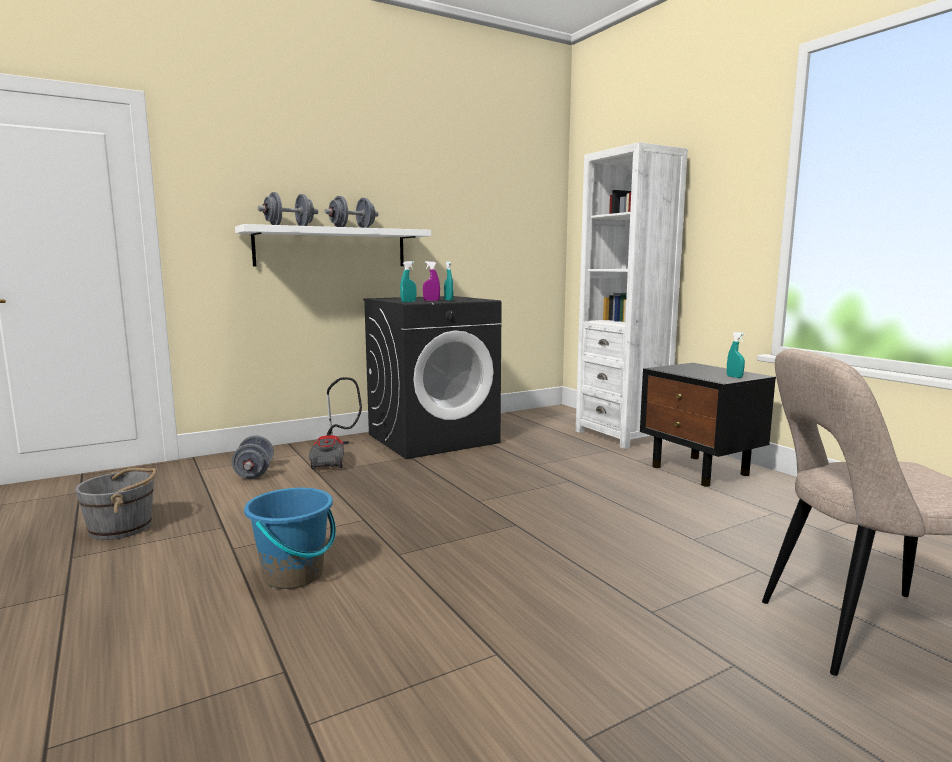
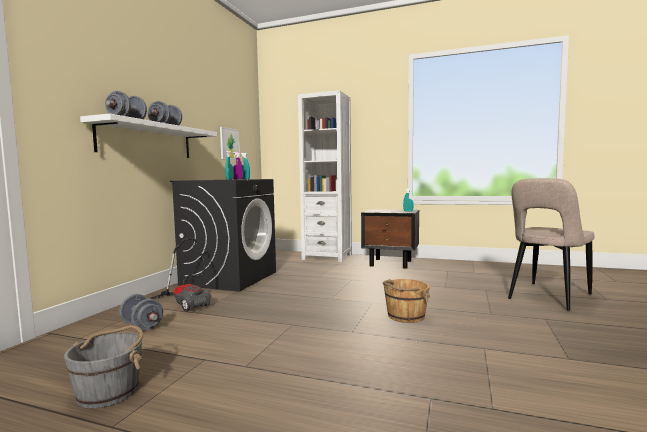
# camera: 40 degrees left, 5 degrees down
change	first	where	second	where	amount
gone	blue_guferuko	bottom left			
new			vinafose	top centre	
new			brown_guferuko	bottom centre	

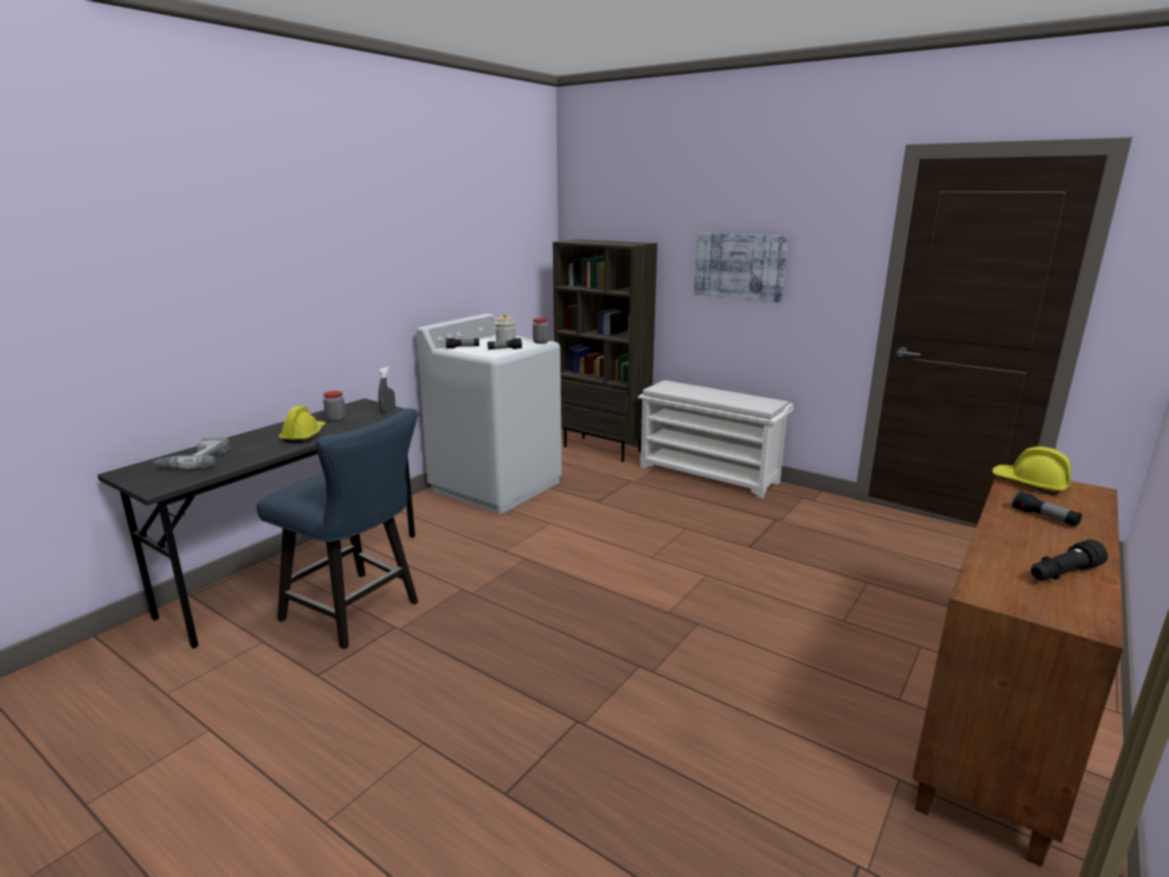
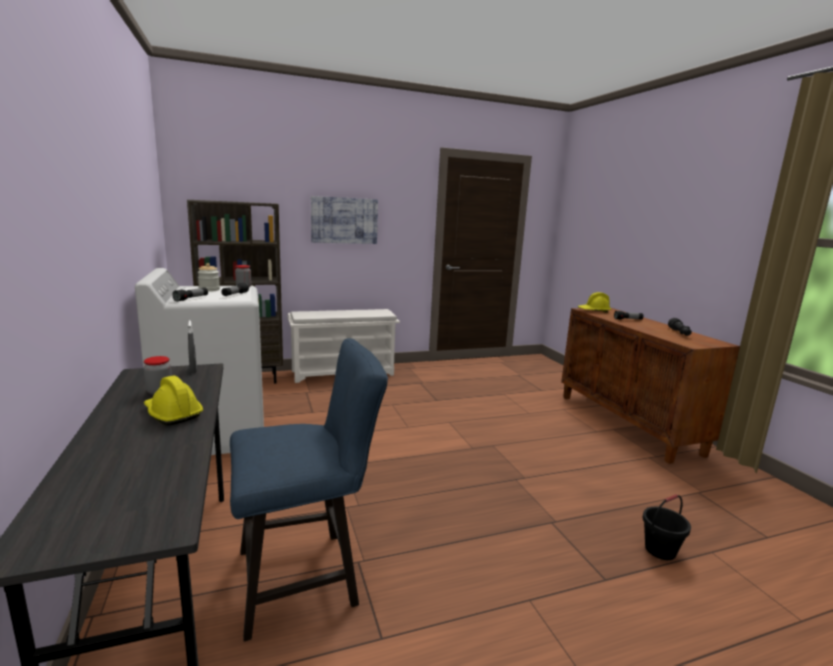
# camera: 55 degrees left, 5 degrees down
change	first	where	second	where	amount
gone	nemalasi	middle left			
new			black_guferuko	bottom right	

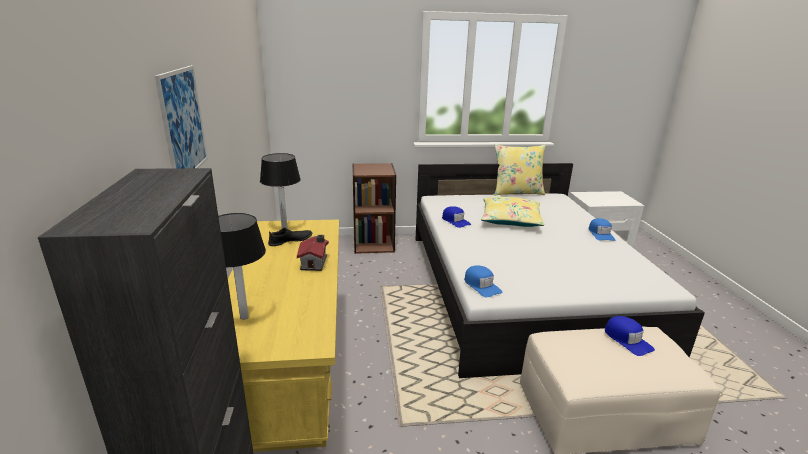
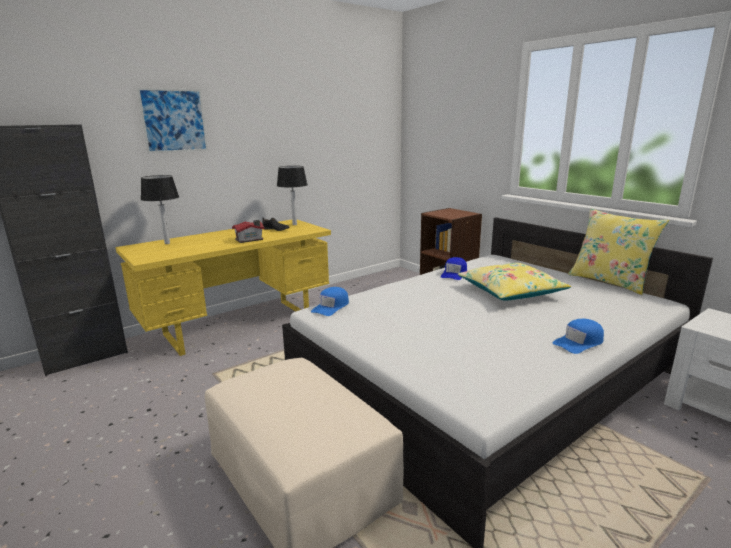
# camera: 60 degrees right, 5 degrees down
change	first	where	second	where	amount
gone	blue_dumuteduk (no. 4 from left)	bottom right			

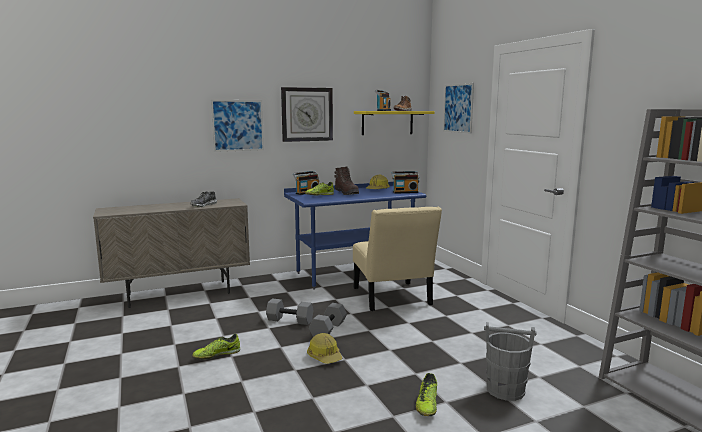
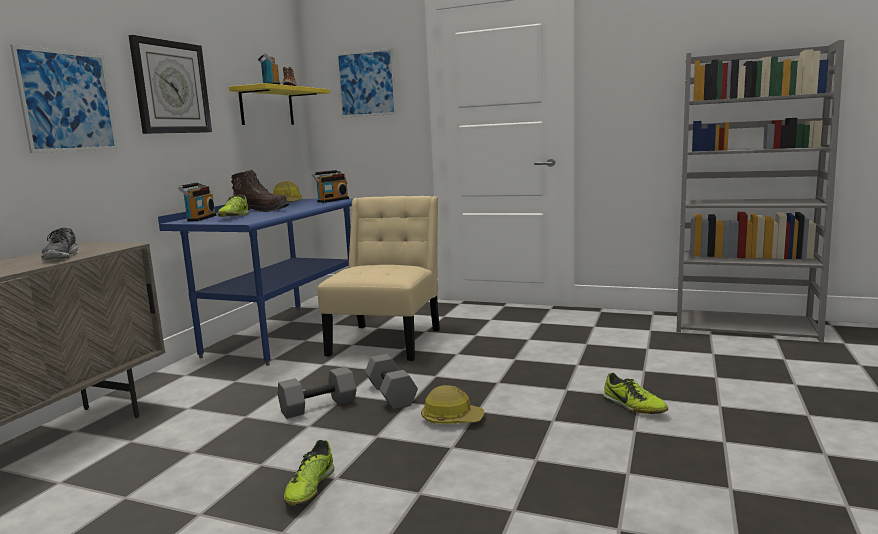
# camera: 45 degrees left, 0 degrees up
change	first	where	second	where	amount
rotated	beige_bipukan	centre		centre	105 degrees counterclockwise
gone	grey_guferuko	bottom right			

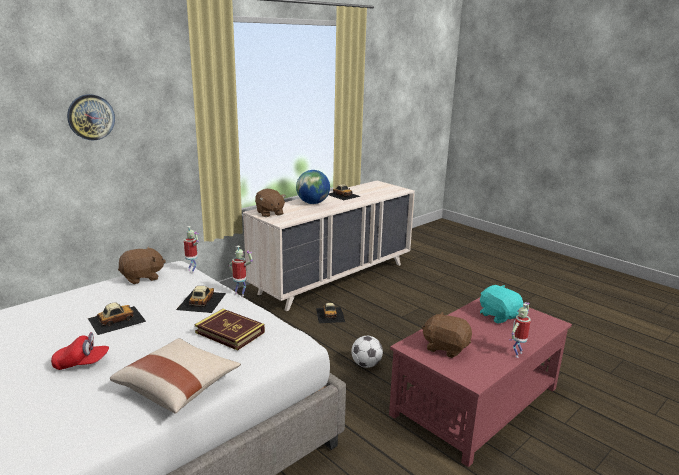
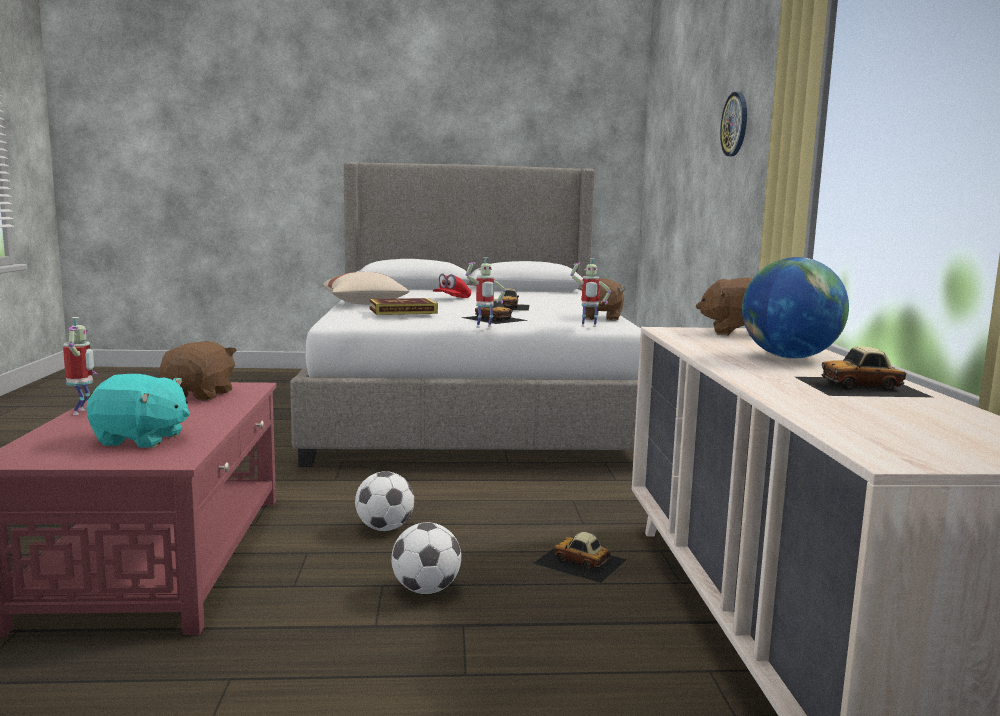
# camera: 130 degrees right, 10 degrees down
change	first	where	second	where	amount
rotated	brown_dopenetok (no. 3 from left in the first image)	bottom centre	brown_dopenetok (no. 1 from left)	middle left	60 degrees counterclockwise
new			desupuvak (no. 2 from left)	bottom centre	

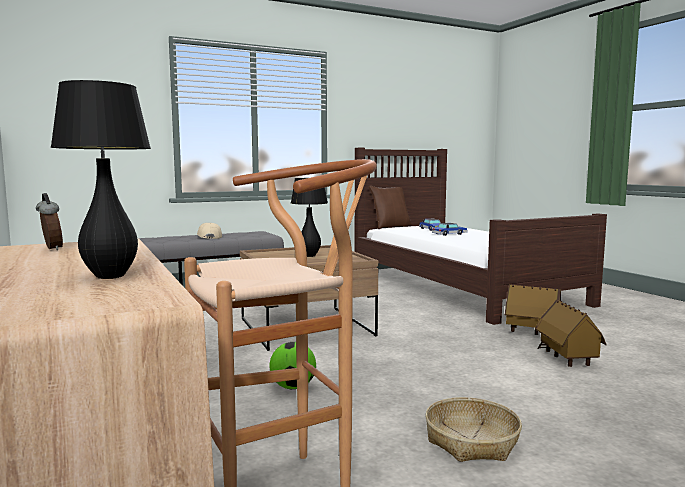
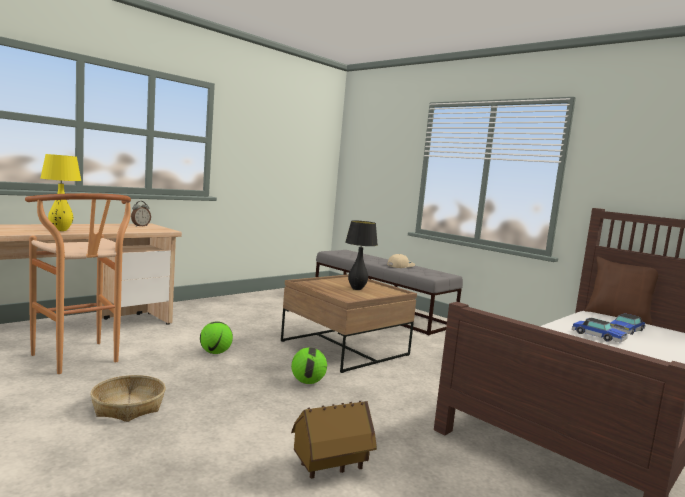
# camera: 70 degrees right, 0 degrees up
change	first	where	second	where	amount
repainted	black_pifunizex (no. 1 from left)	middle left	yellow_pifunizex	middle left	
gone	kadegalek (no. 1 from left)	middle right			
new			desupuvak (no. 2 from left)	bottom centre	

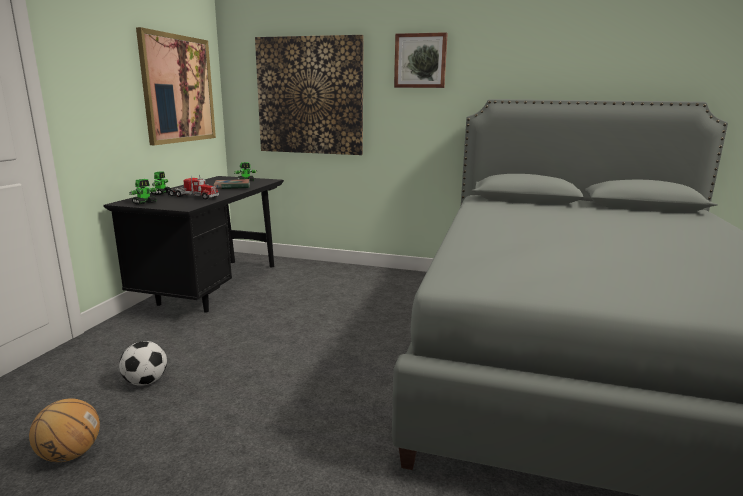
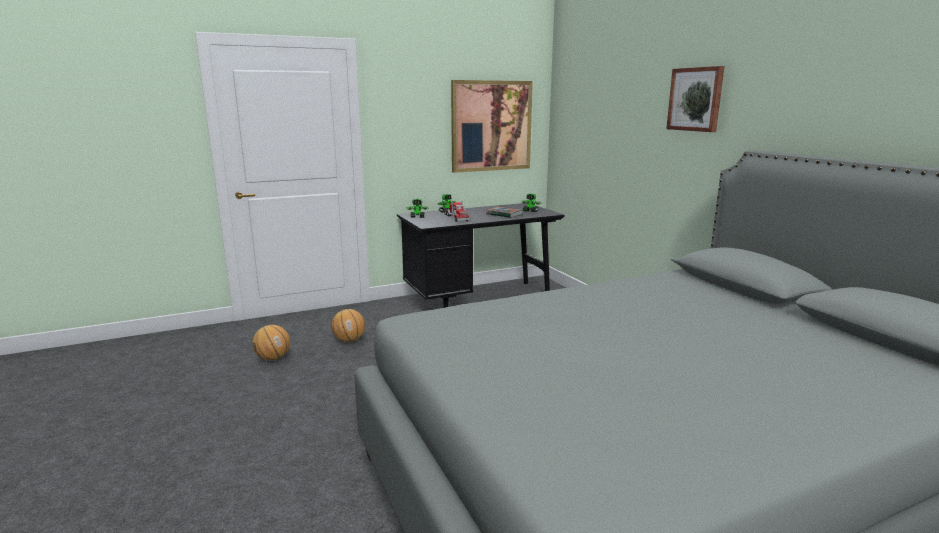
# camera: 50 degrees right, 0 degrees up
change	first	where	second	where	amount
gone	vinafose (no. 2 from left)	top centre			
swapped	desupuvak	bottom left	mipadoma (no. 2 from left)	centre	

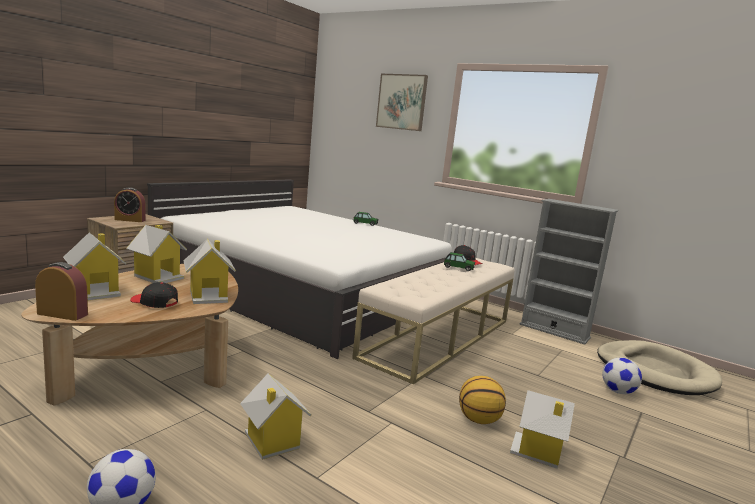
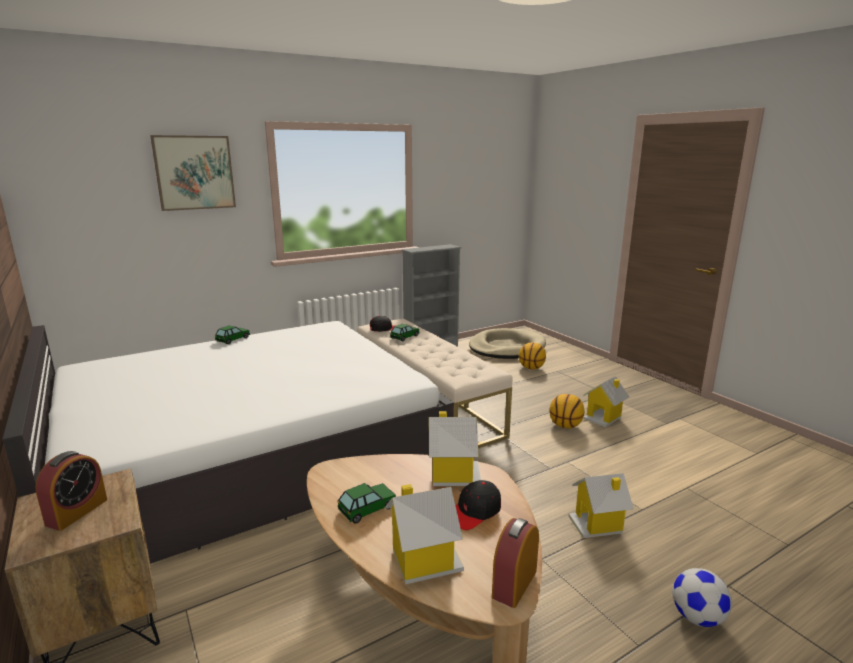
# camera: 65 degrees left, 5 degrees up
change	first	where	second	where	amount
swapped	kadegalek (no. 2 from left)	middle left	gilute (no. 2 from left)	bottom centre	
swapped	desupuvak (no. 2 from left)	bottom right	mipadoma (no. 1 from left)	centre	

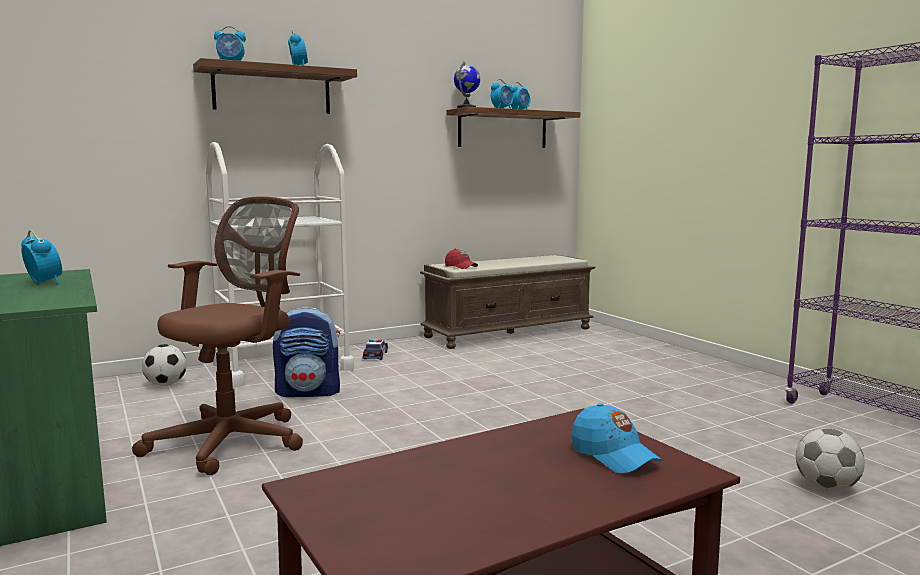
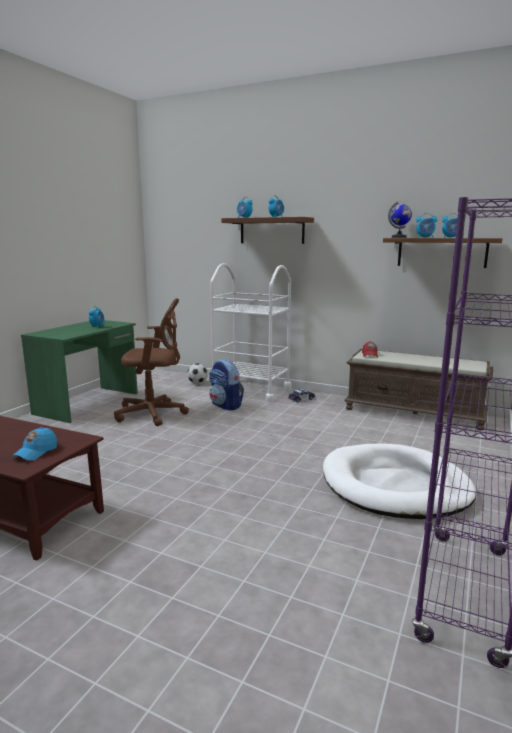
# camera: 55 degrees right, 5 degrees up
change	first	where	second	where	amount
gone	desupuvak (no. 2 from left)	bottom right			
new			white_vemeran	middle right	

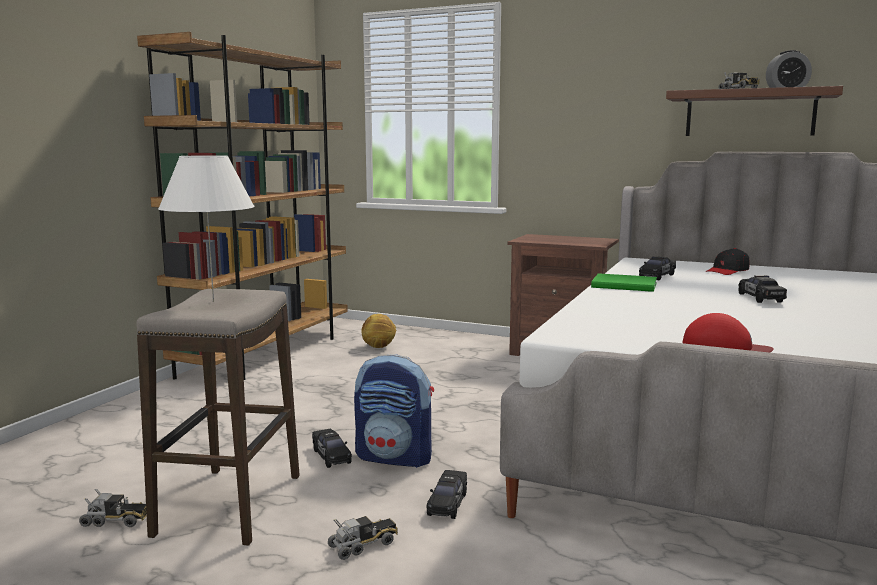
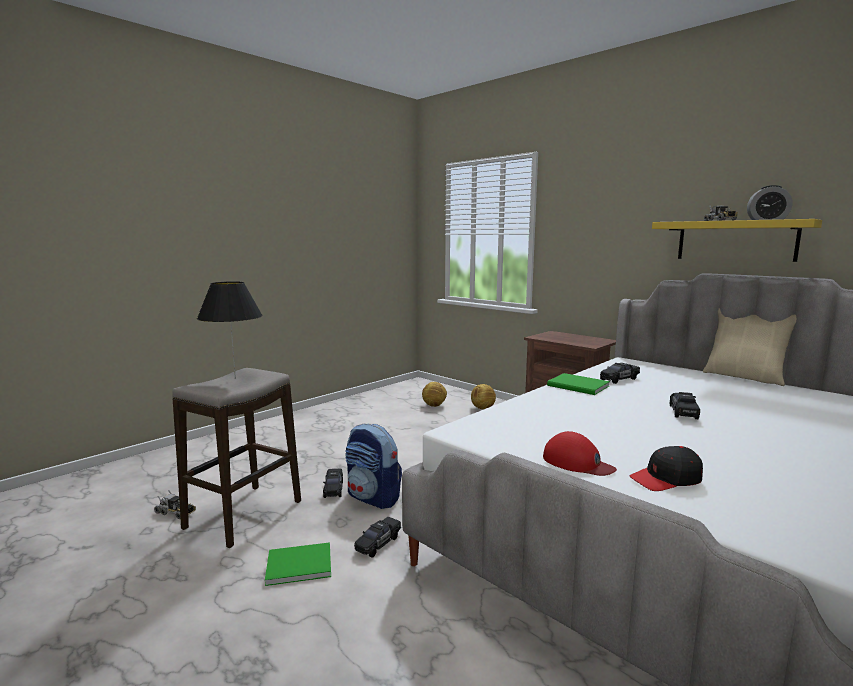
# camera: 20 degrees right, 0 degrees up
change	first	where	second	where	amount
gone	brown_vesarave	middle left			
repainted	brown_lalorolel	top right	yellow_lalorolel	middle right	
repainted	white_pifunizex	middle left	black_pifunizex	middle left	
shifted	black_dumuteduk	middle right		bottom right	
swapped	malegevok (no. 2 from left)	bottom centre	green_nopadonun (no. 1 from left)	bottom centre	
new			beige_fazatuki	middle right	
new			desupuvak (no. 2 from left)	centre	

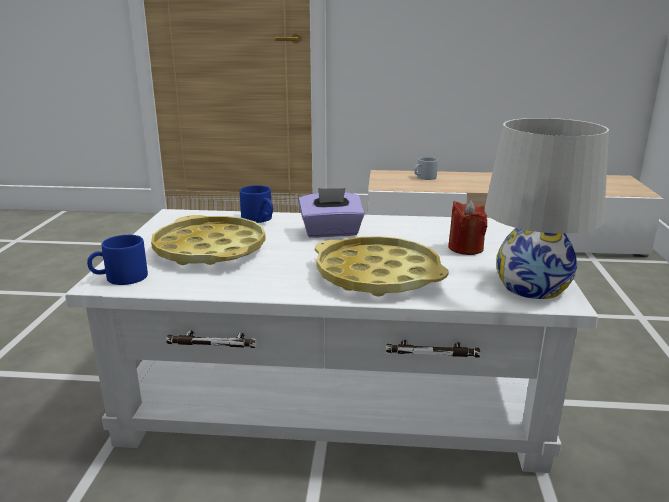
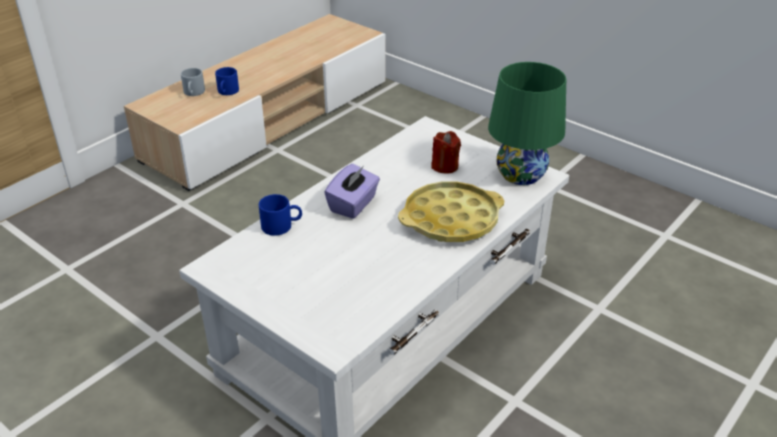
# camera: 55 degrees left, 15 degrees up
change	first	where	second	where	amount
repainted	white_pifunizex	middle right	green_pifunizex	top right	
gone	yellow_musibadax (no. 1 from left)	middle left			
shifted	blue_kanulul (no. 1 from left)	middle left		top left	

